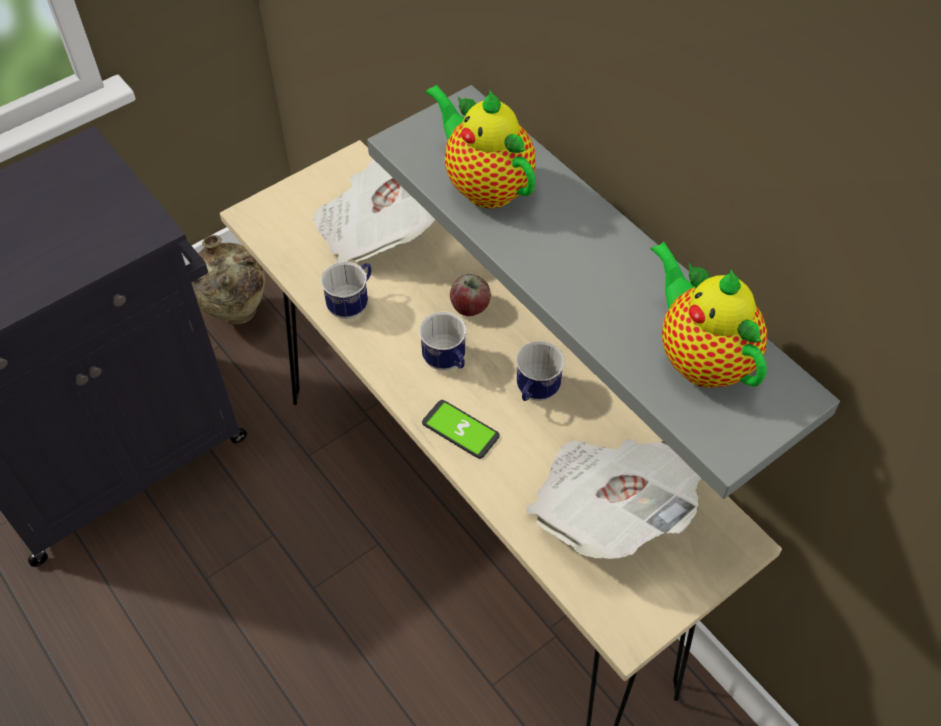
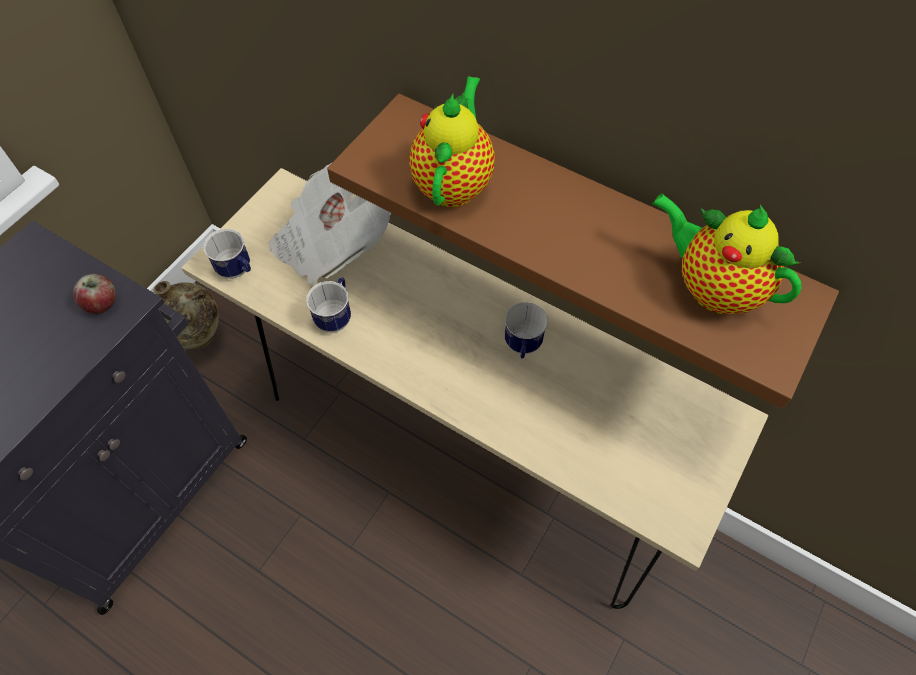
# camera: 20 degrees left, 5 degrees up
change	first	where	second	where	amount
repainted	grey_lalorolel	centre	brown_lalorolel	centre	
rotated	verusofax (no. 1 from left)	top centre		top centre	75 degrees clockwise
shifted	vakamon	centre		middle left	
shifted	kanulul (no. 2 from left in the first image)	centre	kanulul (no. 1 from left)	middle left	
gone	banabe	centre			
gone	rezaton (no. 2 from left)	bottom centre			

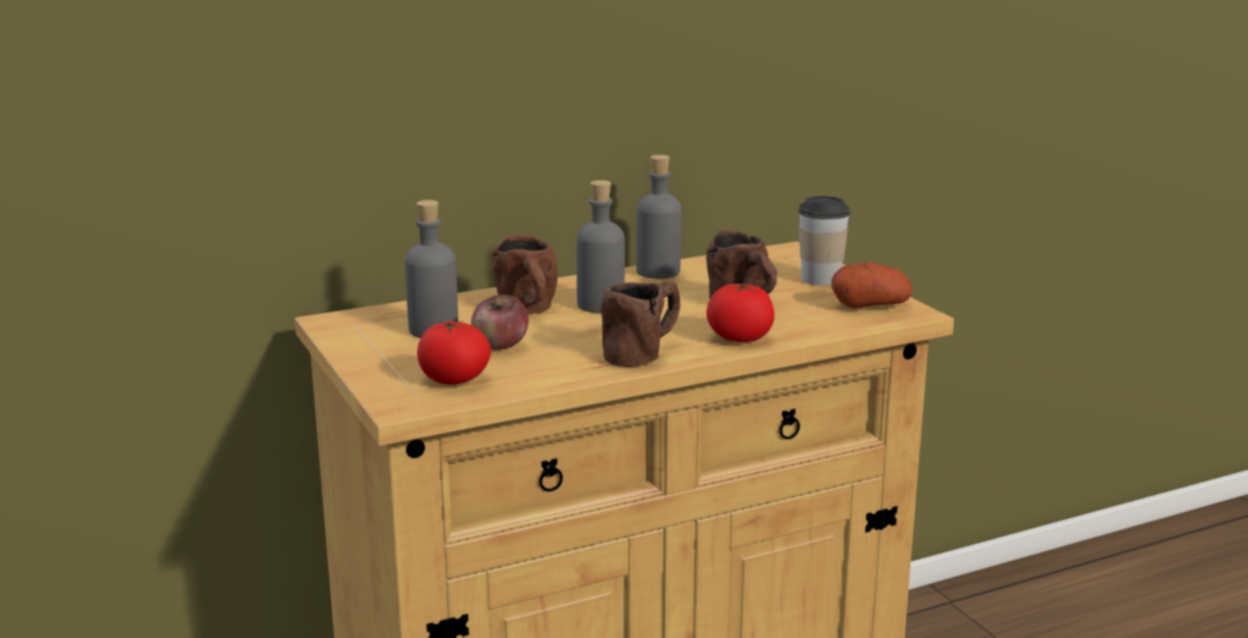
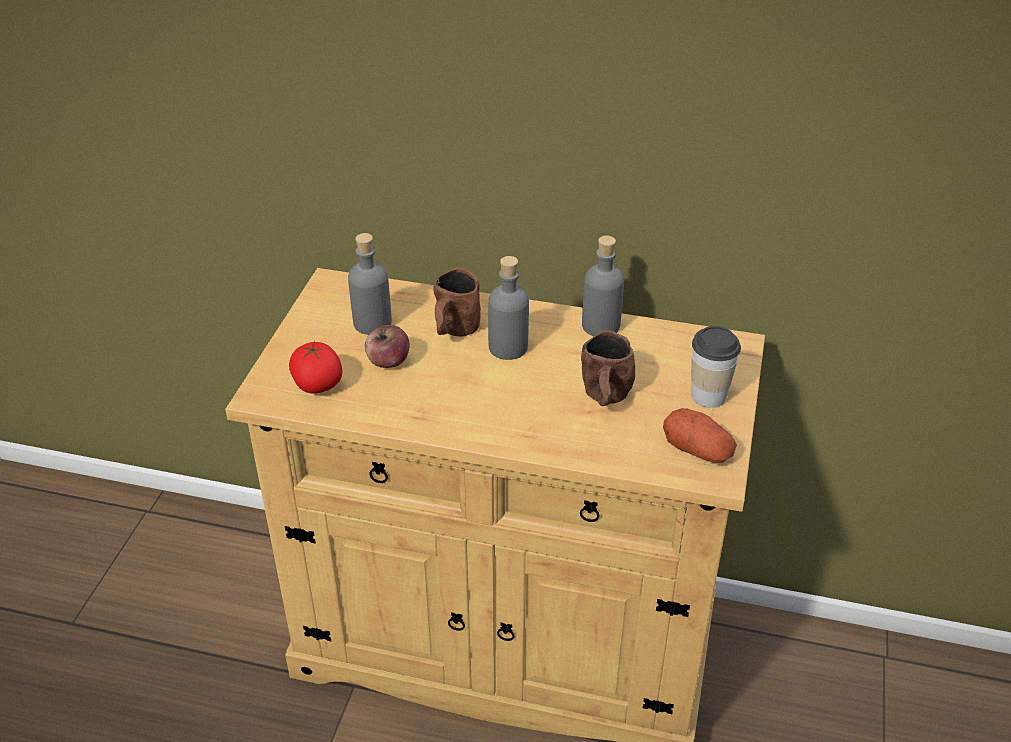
# camera: 40 degrees right, 20 degrees up
change	first	where	second	where	amount
gone	brown_kanulul (no. 2 from left)	centre			
gone	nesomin (no. 2 from left)	centre			

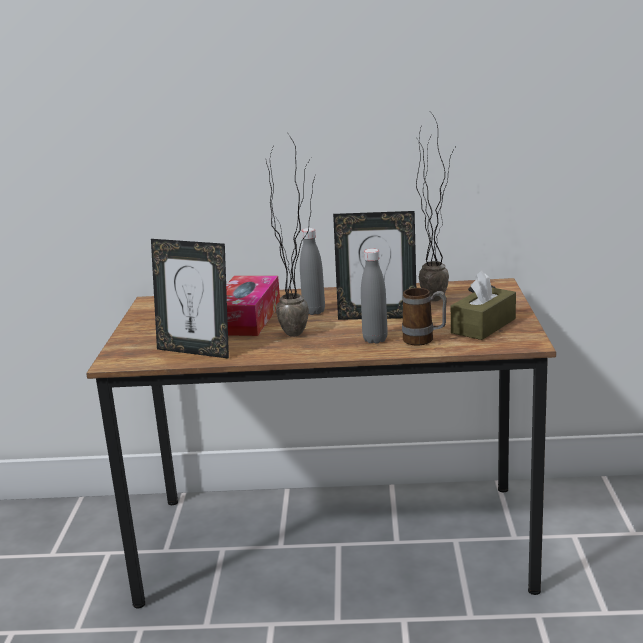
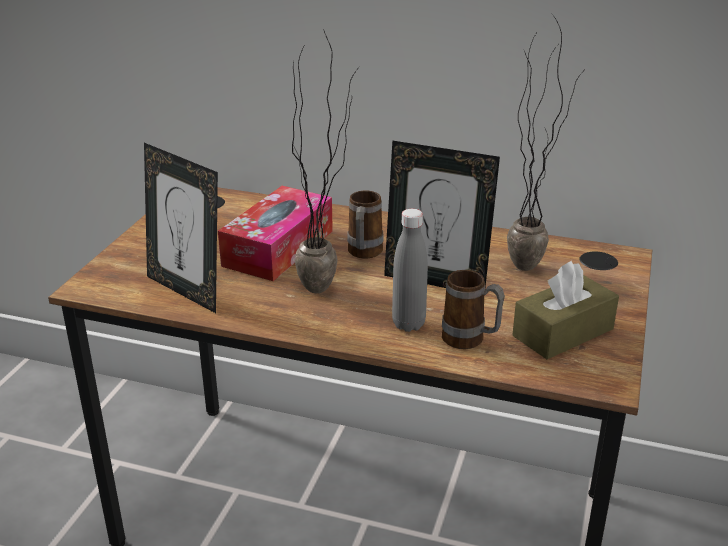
# camera: 15 degrees right, 10 degrees up
change	first	where	second	where	amount
swapped	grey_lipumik (no. 1 from left)	centre	kanulul (no. 1 from left)	centre	

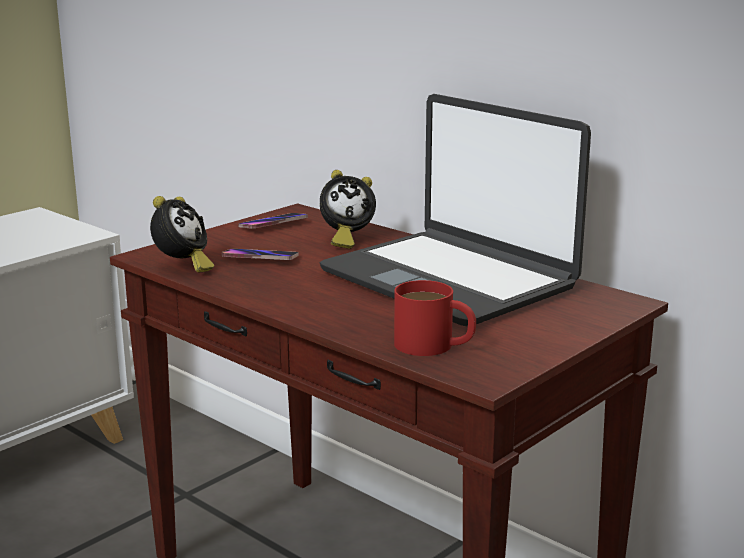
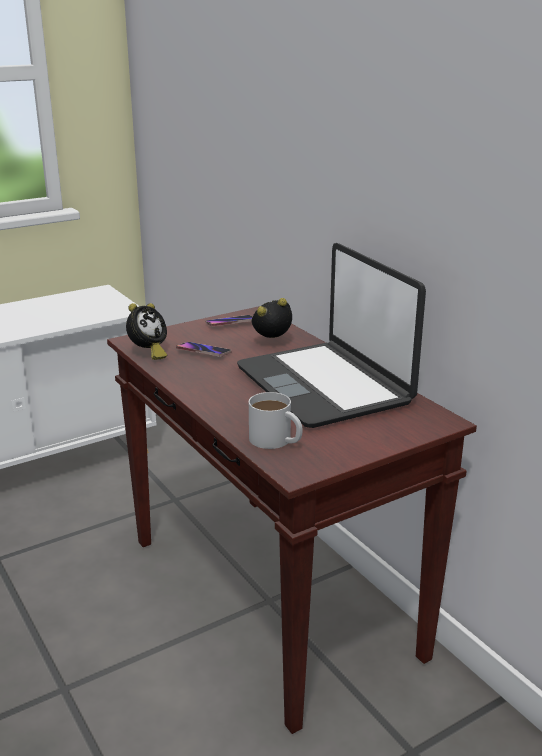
# camera: 15 degrees right, 5 degrees up
change	first	where	second	where	amount
rotated	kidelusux (no. 2 from left)	centre		centre	150 degrees clockwise
repainted	red_kanulul	centre	white_kanulul	centre	

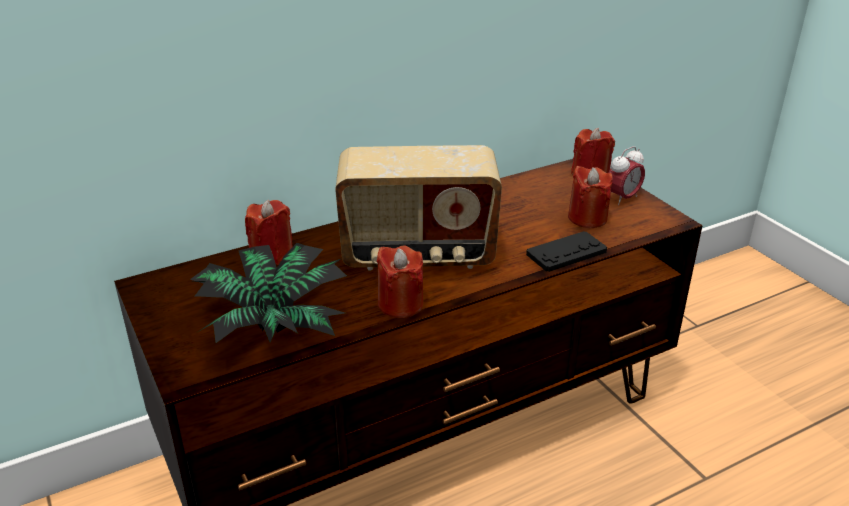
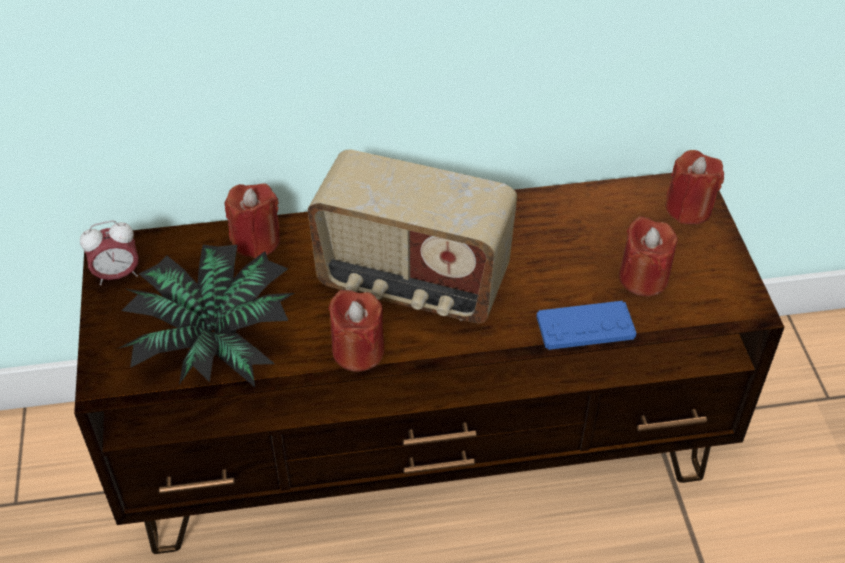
# camera: 20 degrees right, 15 degrees up
change	first	where	second	where	amount
shifted	kidelusux	middle right		middle left	
repainted	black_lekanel	middle right	blue_lekanel	middle right	

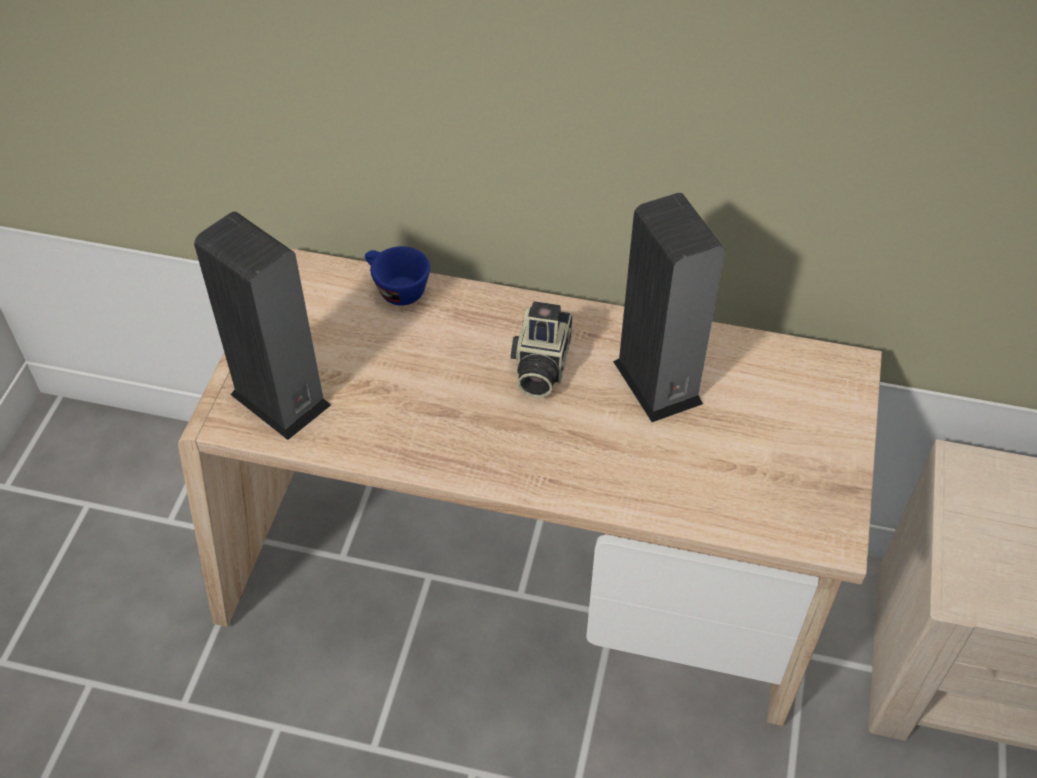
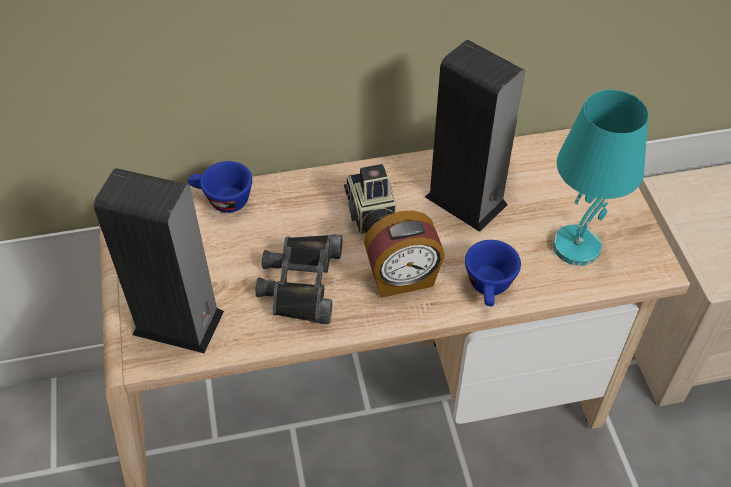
# camera: 25 degrees left, 0 degrees up
change	first	where	second	where	amount
new			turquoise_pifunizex	middle right	
new			kidelusux	centre	
new			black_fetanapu	centre	
new			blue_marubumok (no. 2 from left)	middle right	

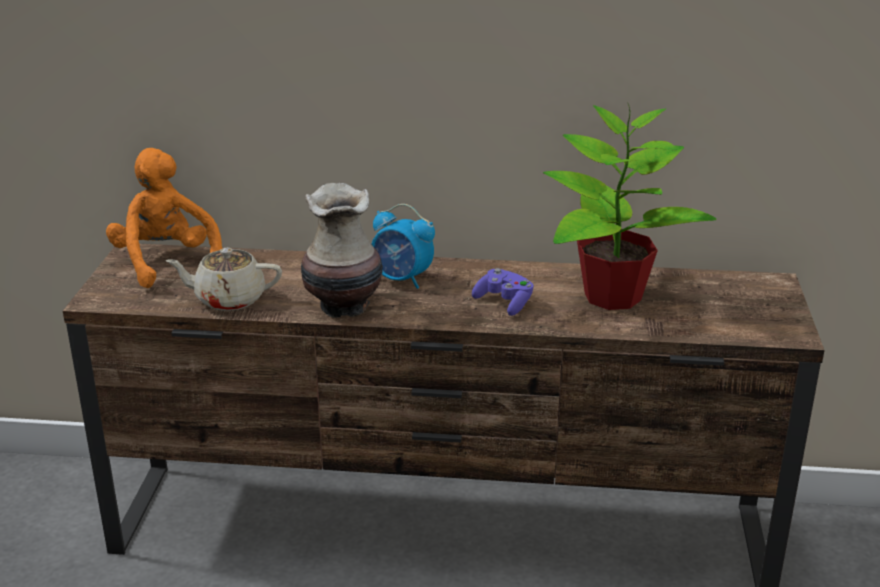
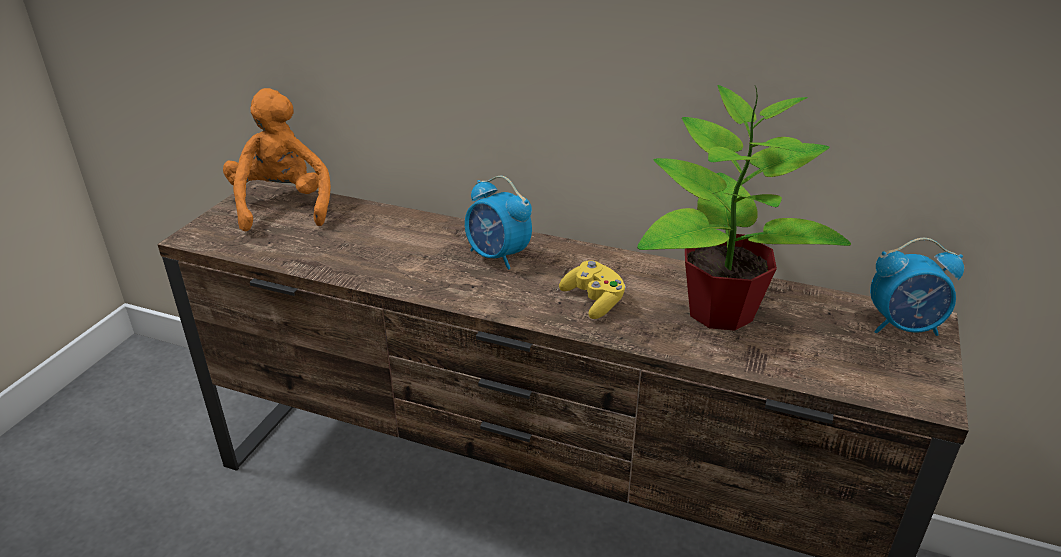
# camera: 15 degrees right, 5 degrees up
change	first	where	second	where	amount
gone	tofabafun	centre			
gone	beige_verusofax	middle left			
repainted	purple_lekanel	centre	yellow_lekanel	centre	
new			kidelusux (no. 2 from left)	middle right	

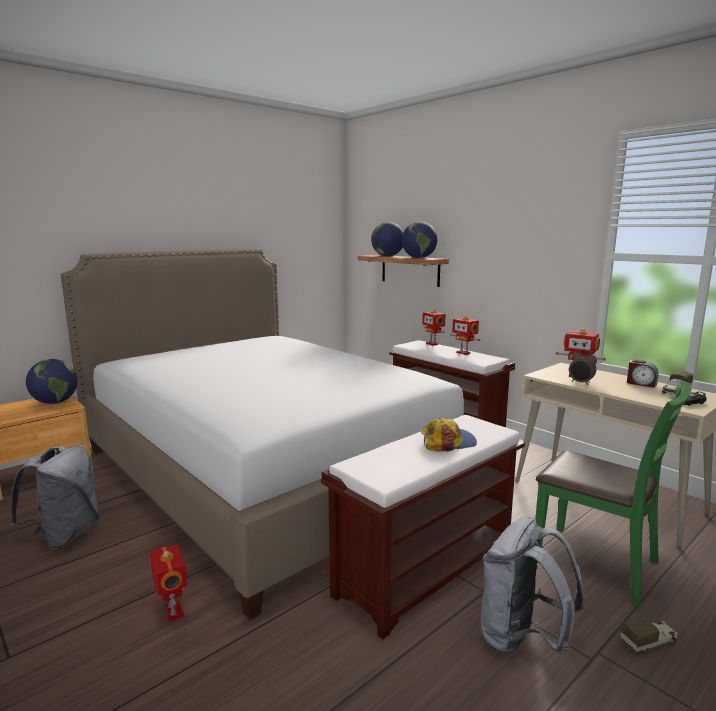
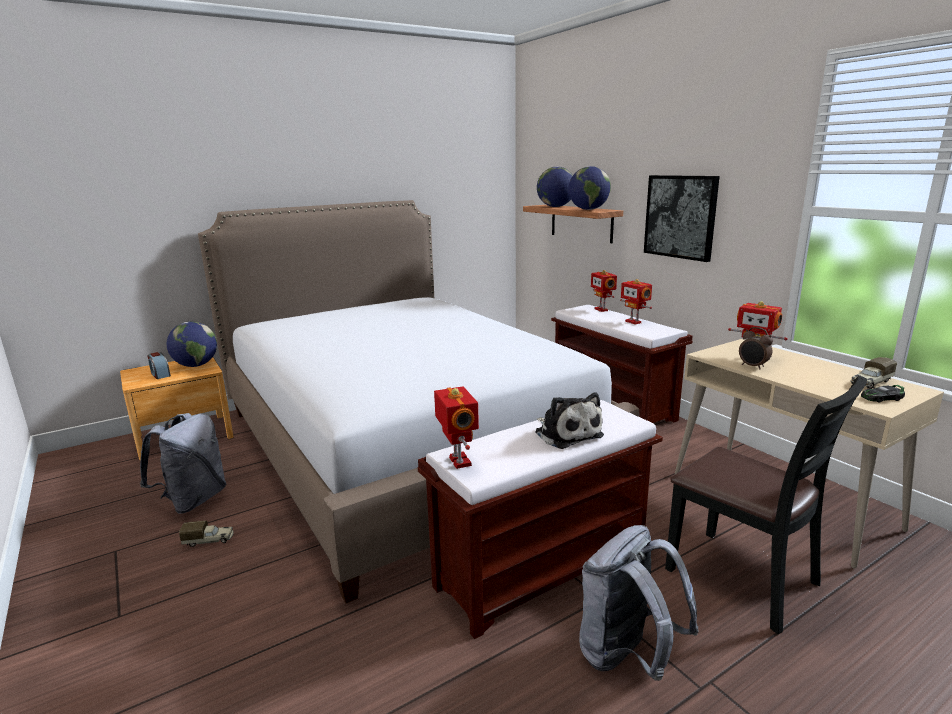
# camera: 10 degrees right, 5 degrees up
change	first	where	second	where	amount
shifted	kidelusux (no. 2 from left in the first image)	middle right	kidelusux (no. 1 from left)	middle left	
repainted	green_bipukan	bottom right	black_bipukan	bottom right	
swapped	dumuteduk	centre	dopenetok	centre	
shifted	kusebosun (no. 1 from left)	bottom left		centre	
shifted	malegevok (no. 1 from left)	bottom right		bottom left	
new			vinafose	top right	

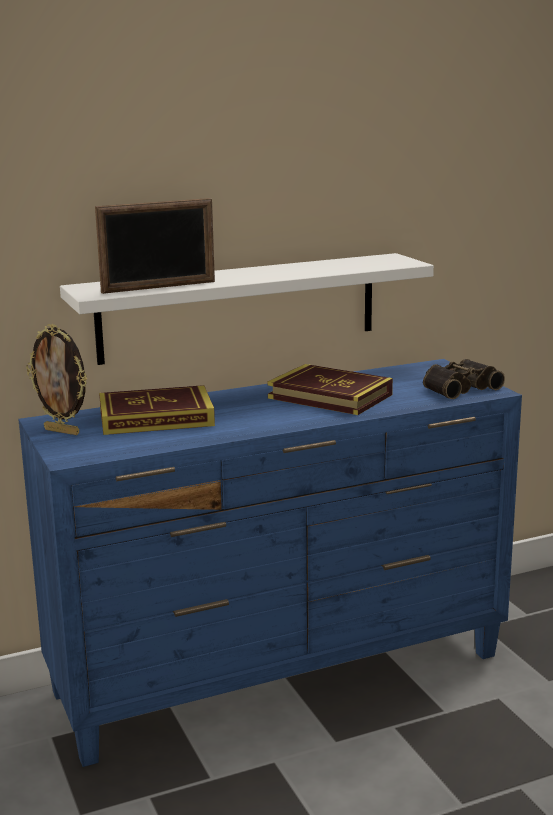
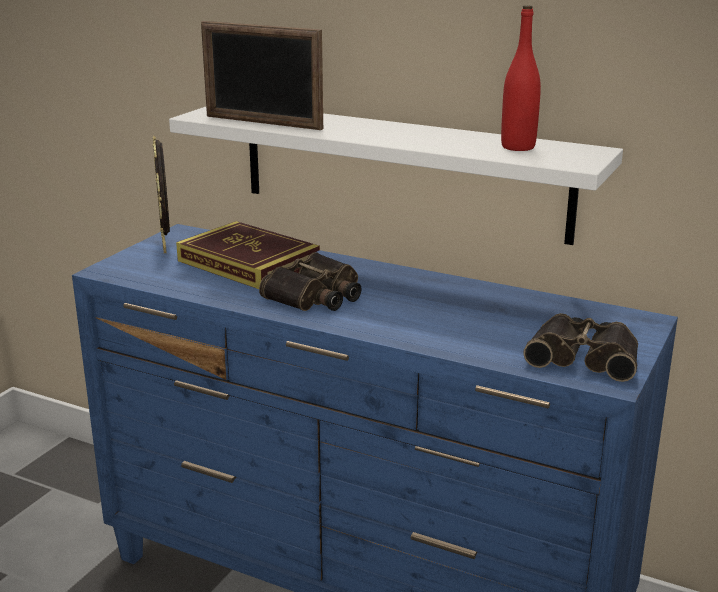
# camera: 50 degrees right, 5 degrees up
change	first	where	second	where	amount
gone	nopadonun (no. 2 from left)	centre			
new			red_lipumik	top right	
new			fetanapu (no. 1 from left)	centre	

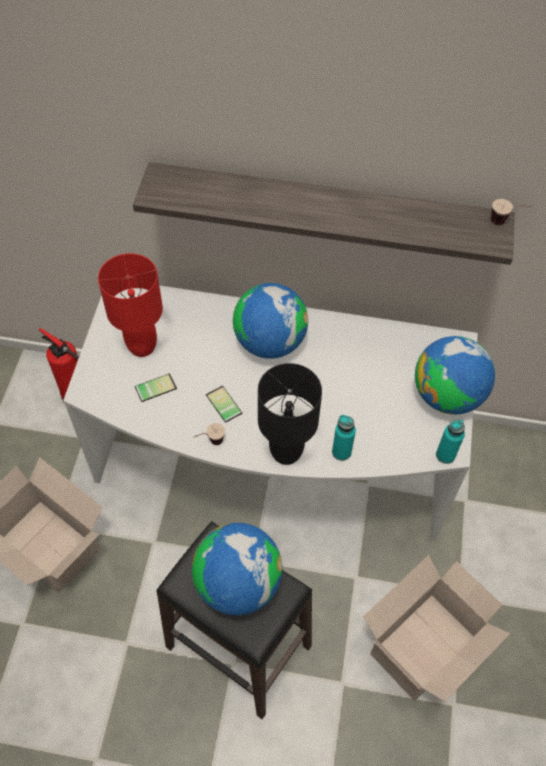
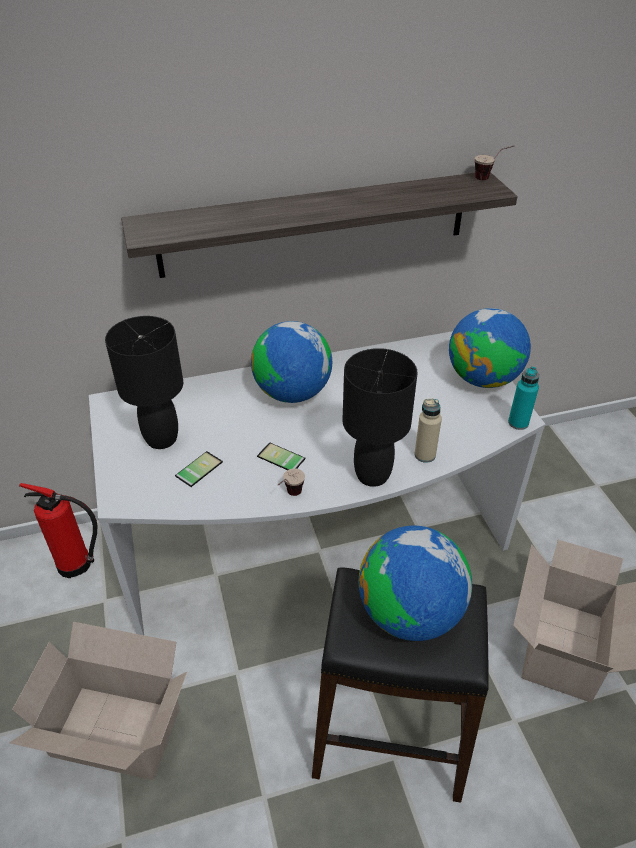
# camera: 25 degrees left, 15 degrees down
change	first	where	second	where	amount
repainted	red_pifunizex	middle left	black_pifunizex (no. 1 from left)	middle left	
repainted	turquoise_lipumik (no. 1 from left)	centre	beige_lipumik	middle right	

